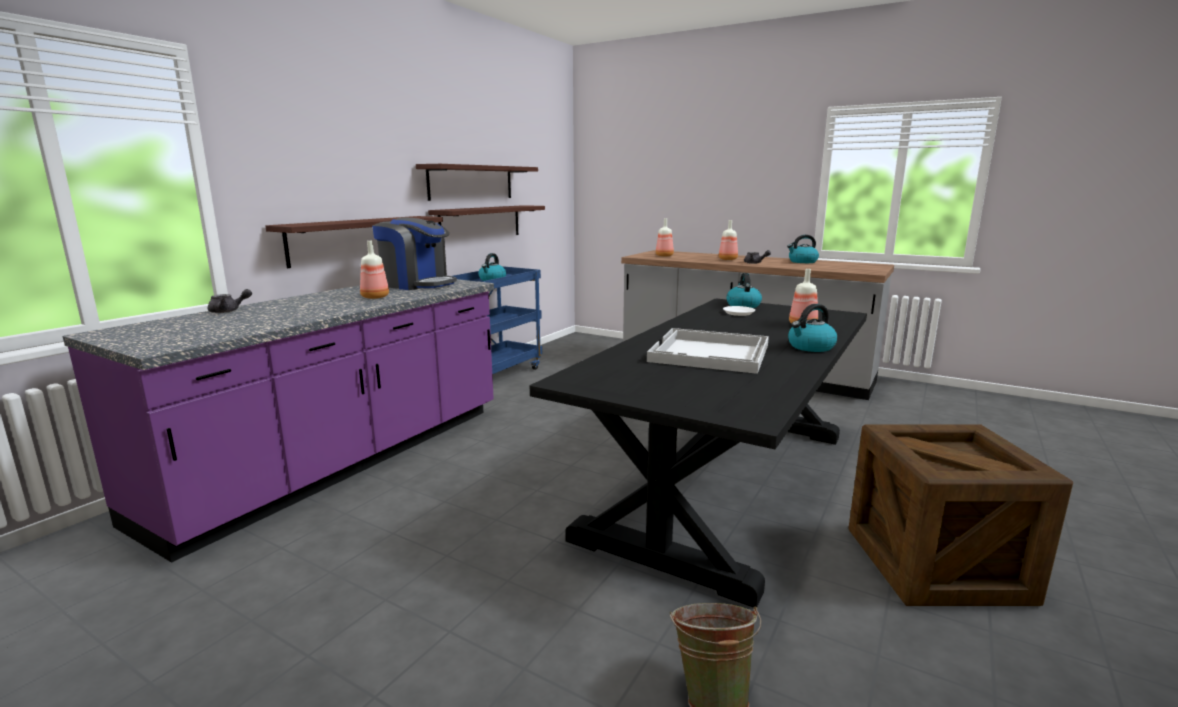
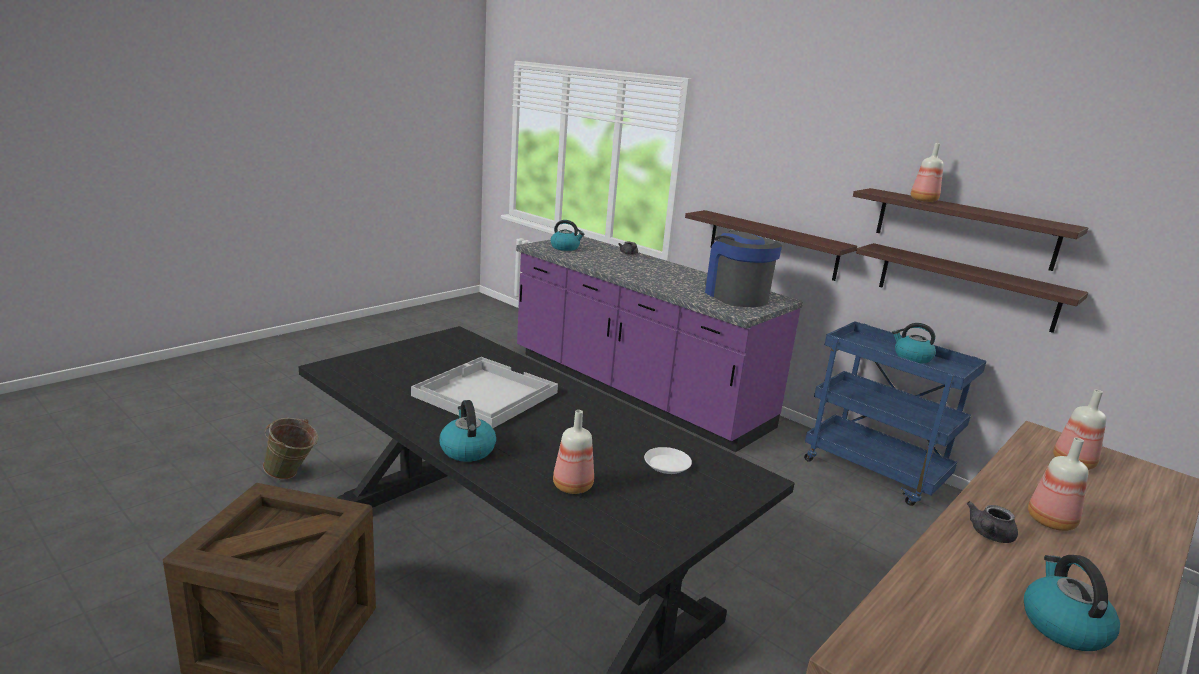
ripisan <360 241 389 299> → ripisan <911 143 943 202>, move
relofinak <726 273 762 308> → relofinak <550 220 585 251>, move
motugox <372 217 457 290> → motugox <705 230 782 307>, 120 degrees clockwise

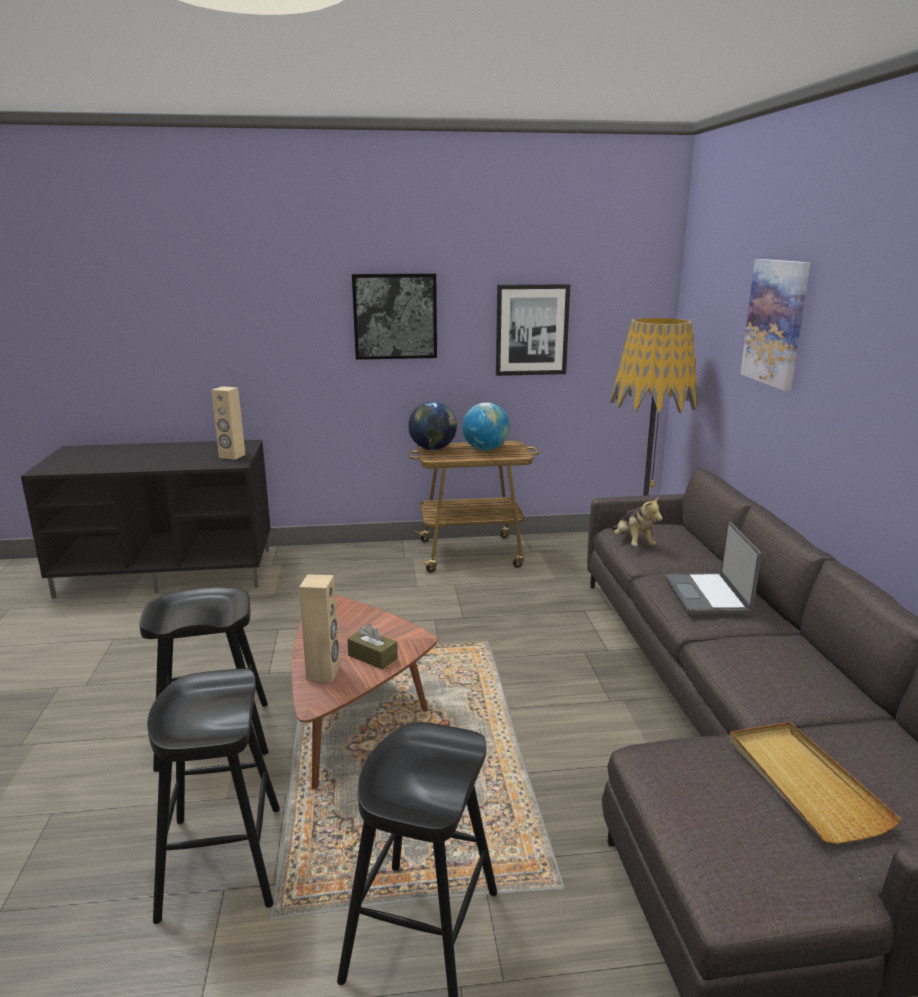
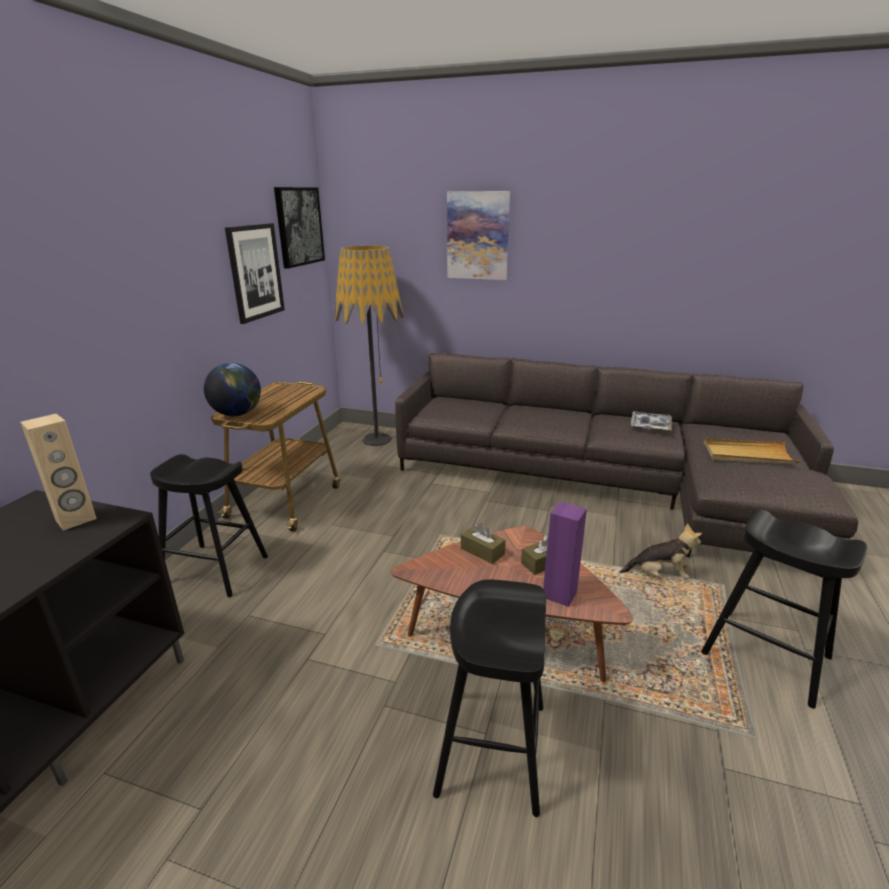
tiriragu <462 402 510 451> → -
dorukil <665 522 762 615> → -
- → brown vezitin <461 523 506 564>
- → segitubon <631 411 672 431>
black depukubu <147 669 280 924> → black depukubu <150 454 268 597>, move
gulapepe <352 274 437 360> → gulapepe <274 187 325 269>, move
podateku <612 496 663 546> → podateku <620 523 702 579>, move
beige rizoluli <299 574 340 682> → purple rizoluli <543 501 587 607>

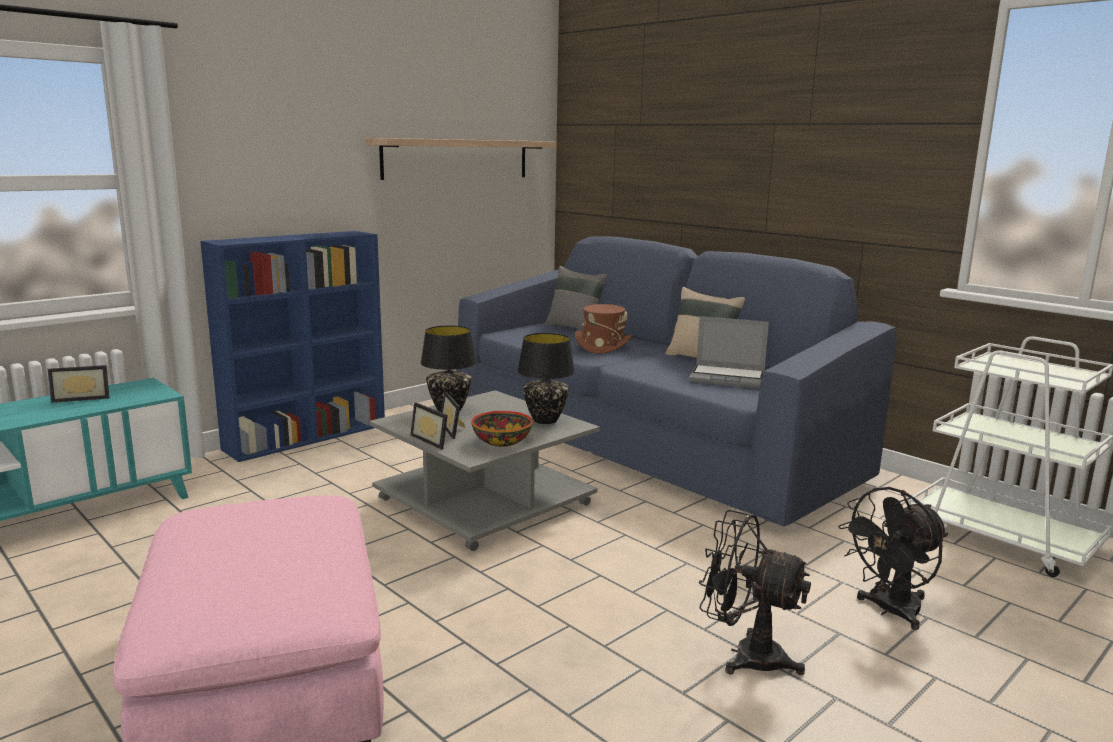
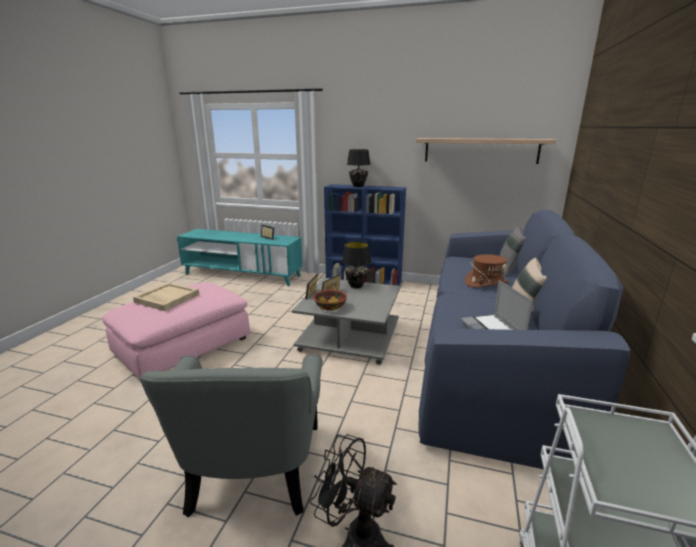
- → beige segitubon <133 283 199 311>
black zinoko <517 333 575 424> → black zinoko <347 149 371 187>, move
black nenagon <699 510 811 675> → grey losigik <140 354 323 518>

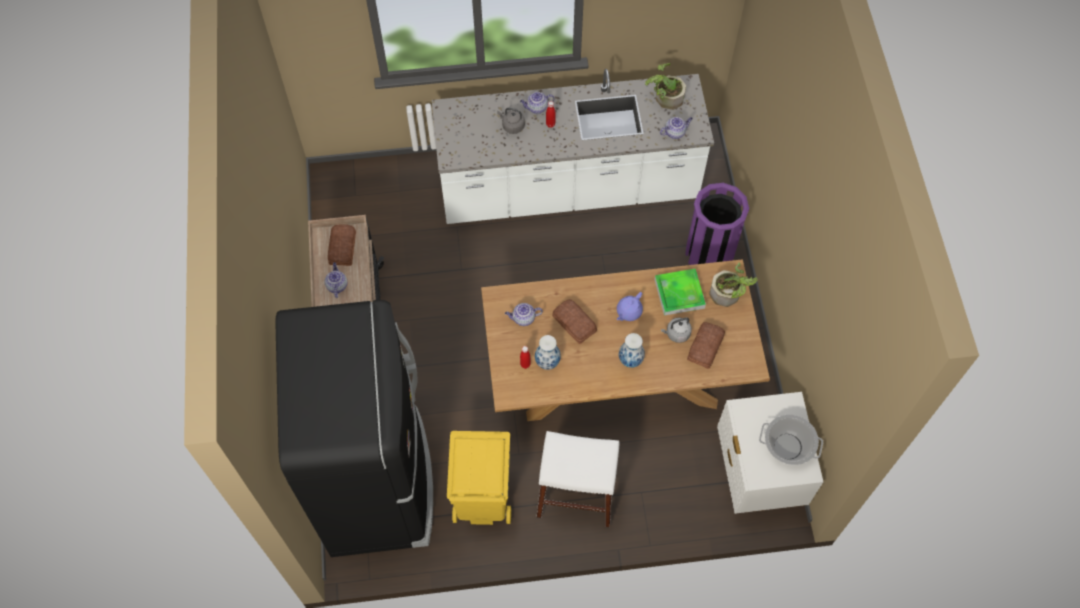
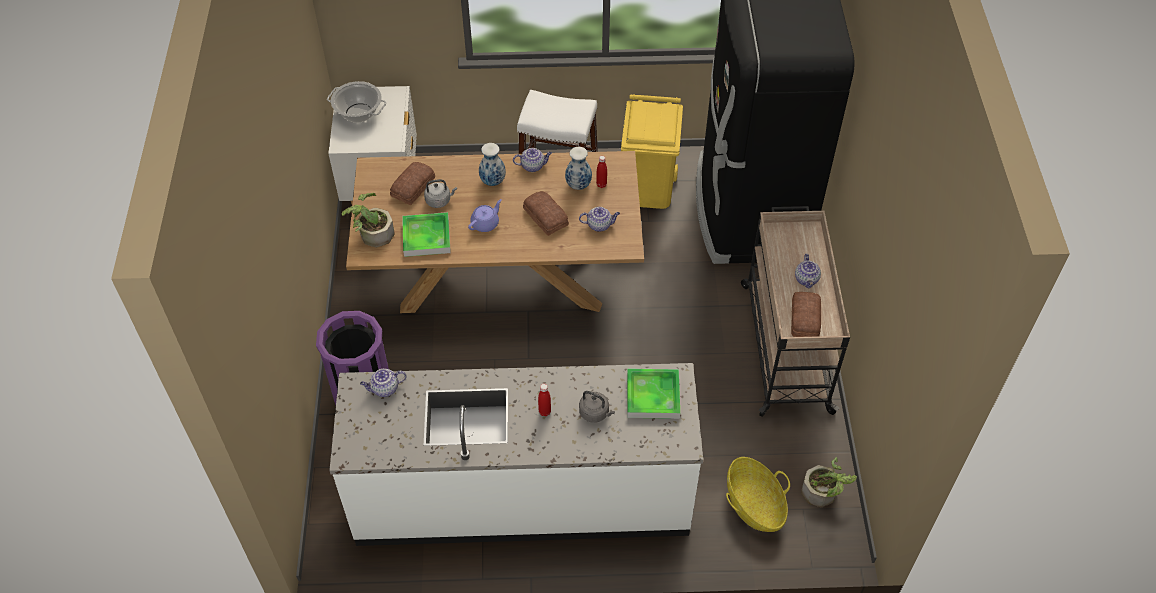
- → segitubon <627 368 680 419>
- → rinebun <726 457 790 532>
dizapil <520 92 555 114> → dizapil <513 148 552 172>, move
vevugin <645 63 686 110> → vevugin <801 457 857 507>, move

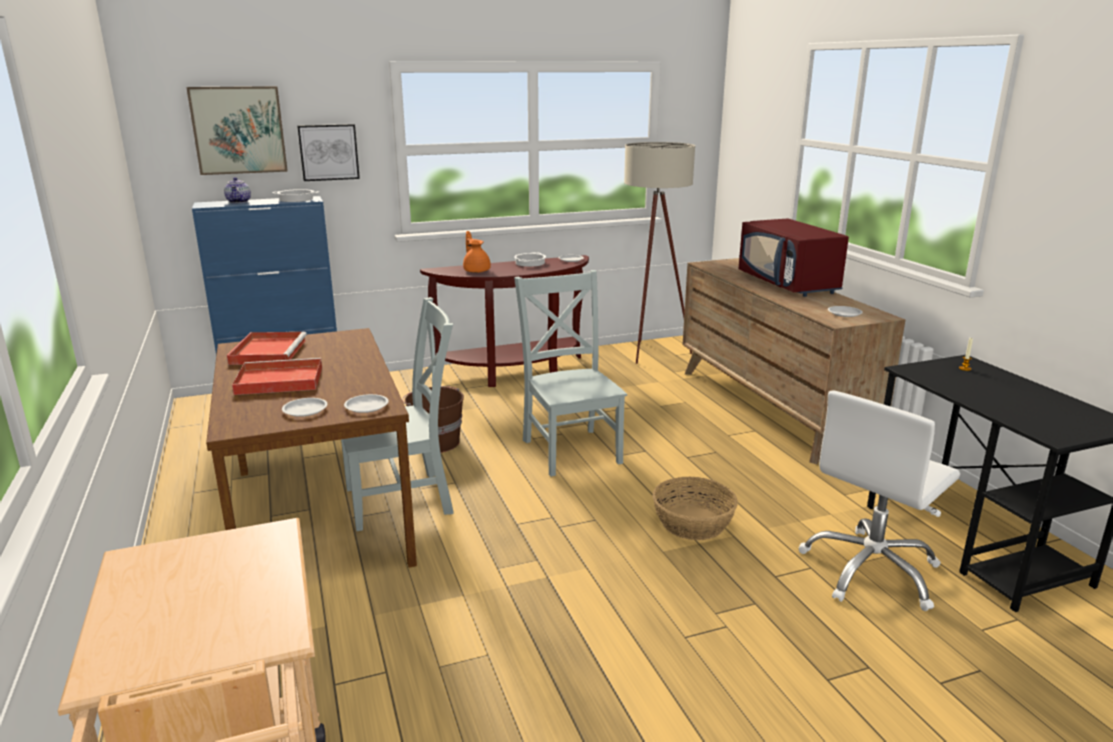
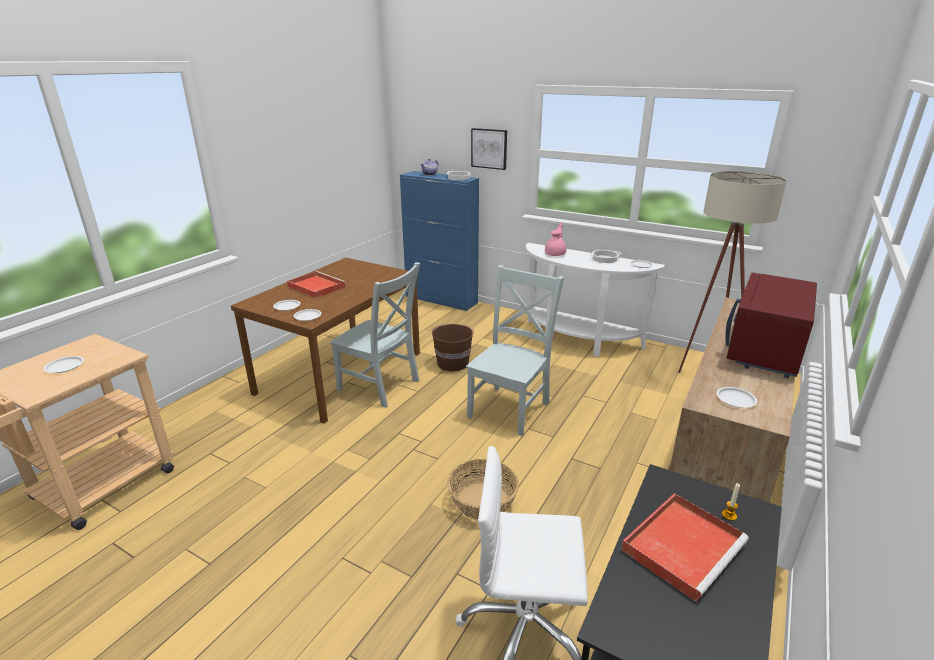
gulapepe <186 86 288 175> → -
- → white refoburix <44 356 84 373>
red segitubon <227 332 307 365> → red segitubon <621 493 749 602>, move
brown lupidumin <420 255 589 387> → white lupidumin <526 243 665 356>
orange dizapil <463 231 491 273> → pink dizapil <545 222 567 256>

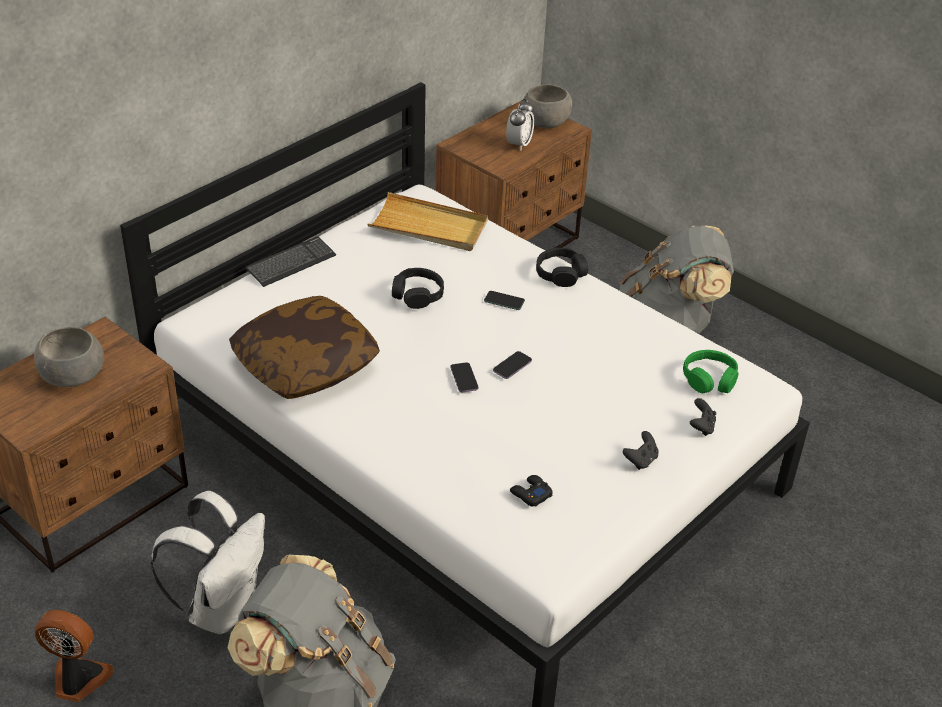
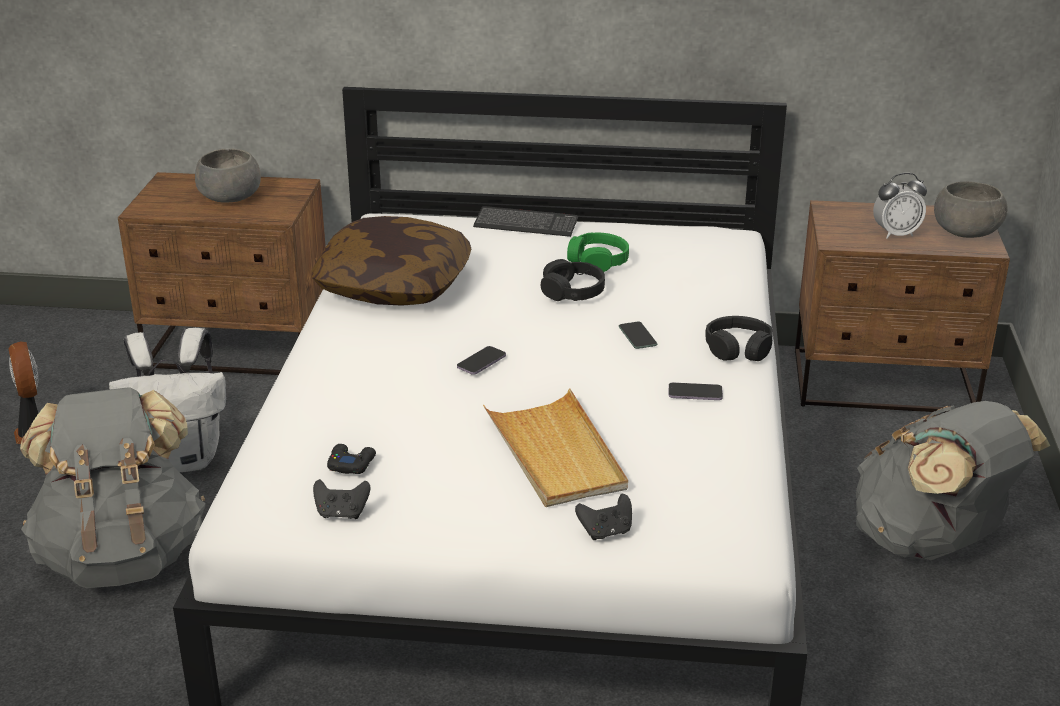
beige segitubon <367 192 488 251> → beige segitubon <483 388 628 507>, move
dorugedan <493 351 532 379> → dorugedan <669 383 723 400>, move
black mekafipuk <623 431 659 470> → black mekafipuk <313 479 370 519>, move
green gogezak <683 350 738 393> → green gogezak <567 233 629 272>, move

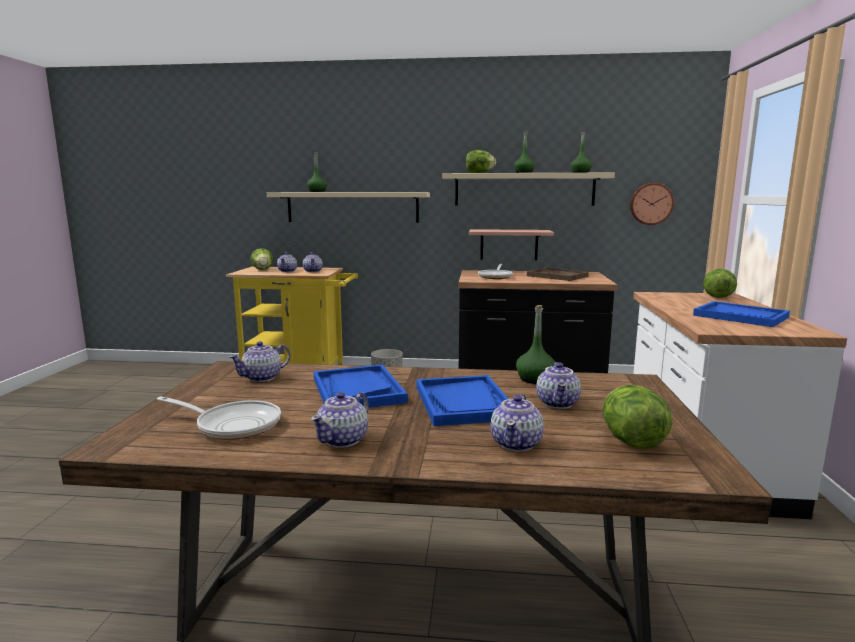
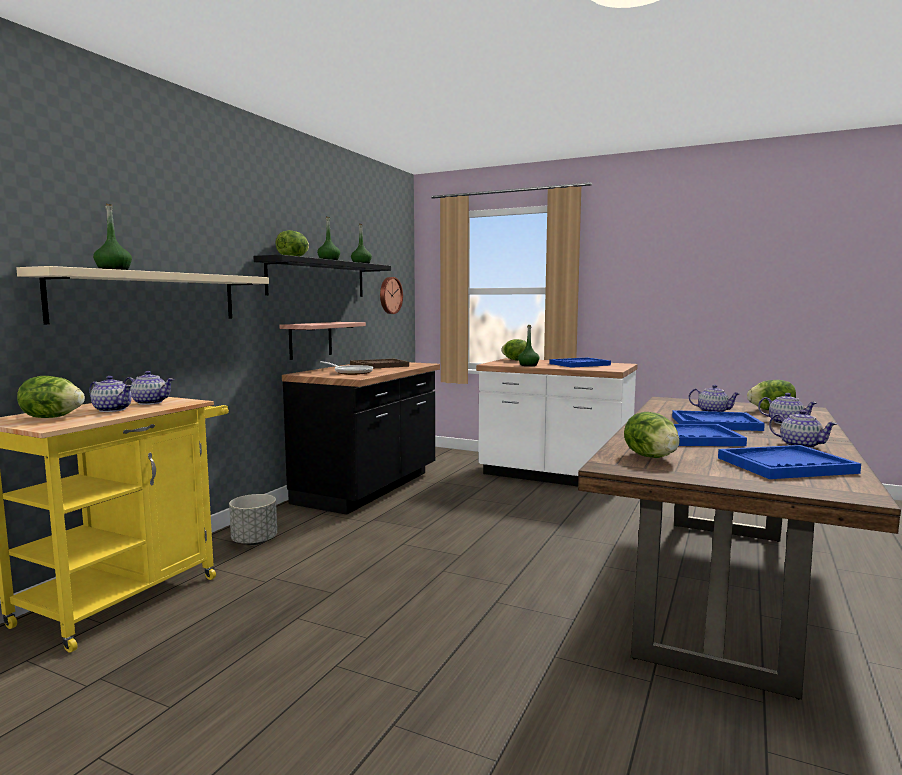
green ripisan <516 305 555 384> → green ripisan <518 325 539 366>, move
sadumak <157 396 281 440> → blue segitubon <718 445 861 479>
dizapil <229 341 290 382> → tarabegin <624 412 680 458>
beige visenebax <442 173 615 206> → black visenebax <254 255 391 297>

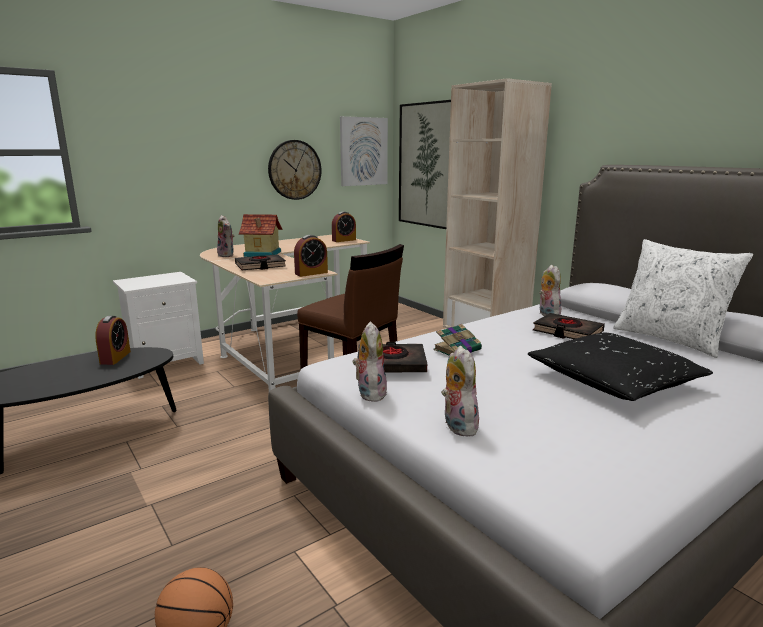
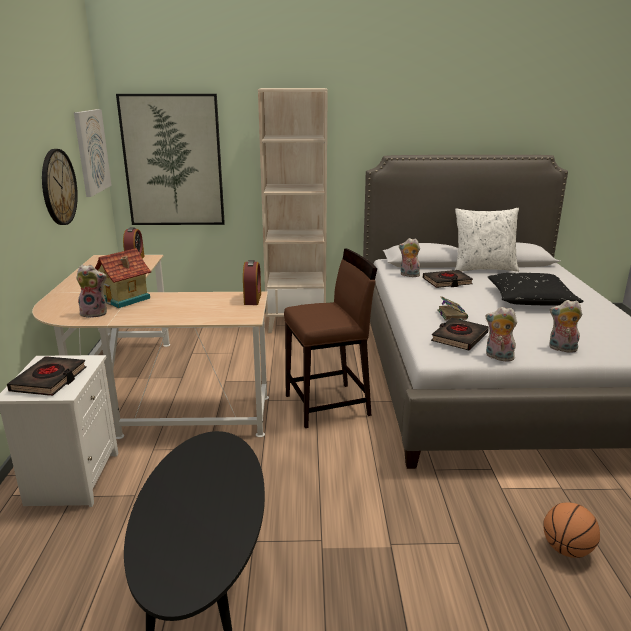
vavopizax <95 316 131 365> → -
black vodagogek <235 254 286 270> → black vodagogek <7 356 87 396>, move

